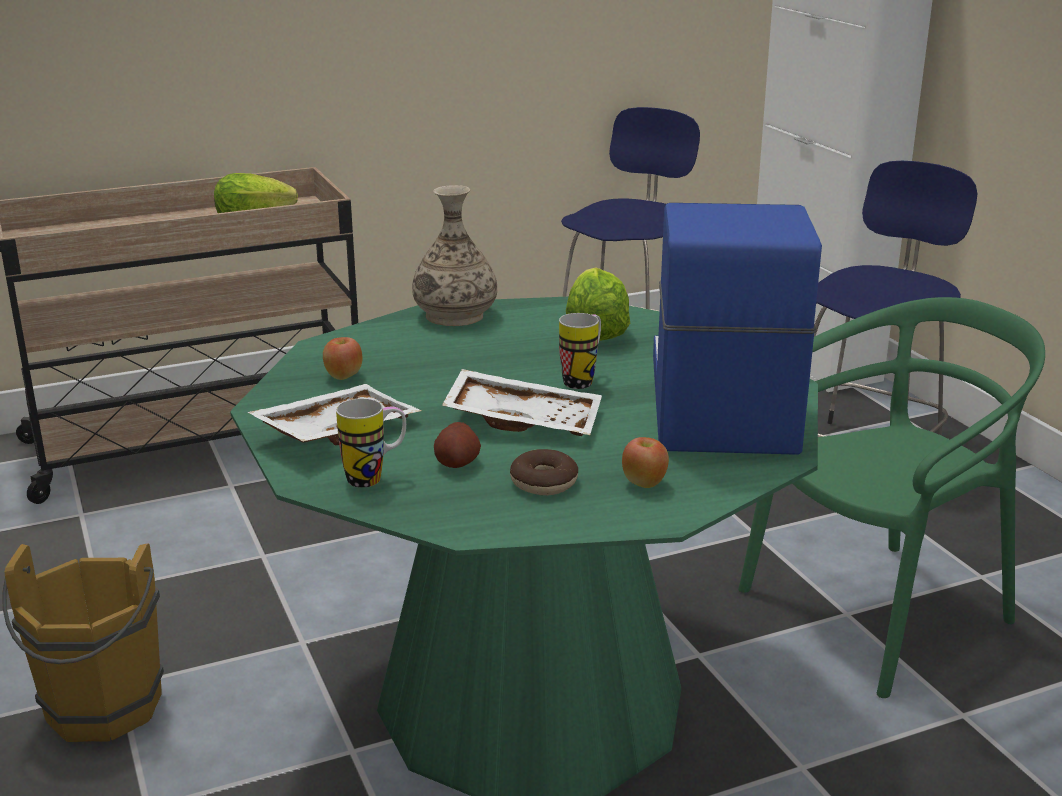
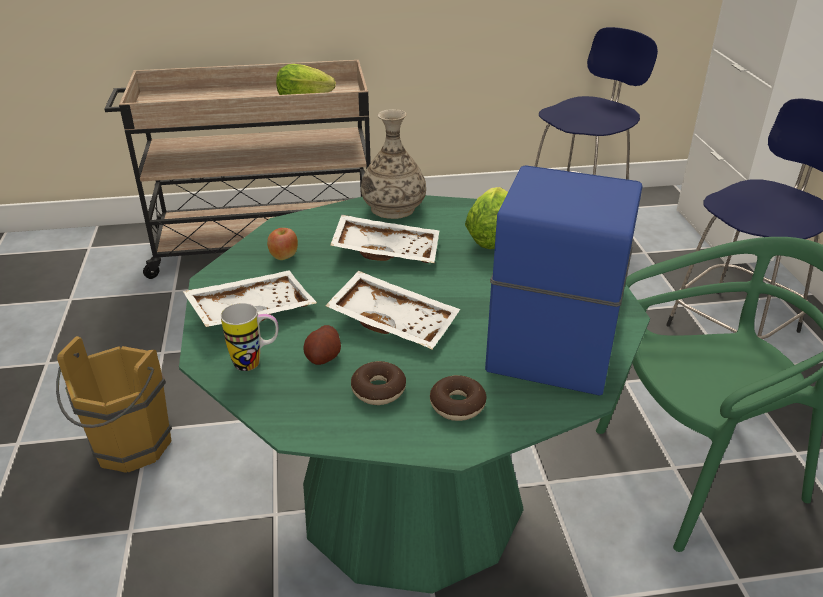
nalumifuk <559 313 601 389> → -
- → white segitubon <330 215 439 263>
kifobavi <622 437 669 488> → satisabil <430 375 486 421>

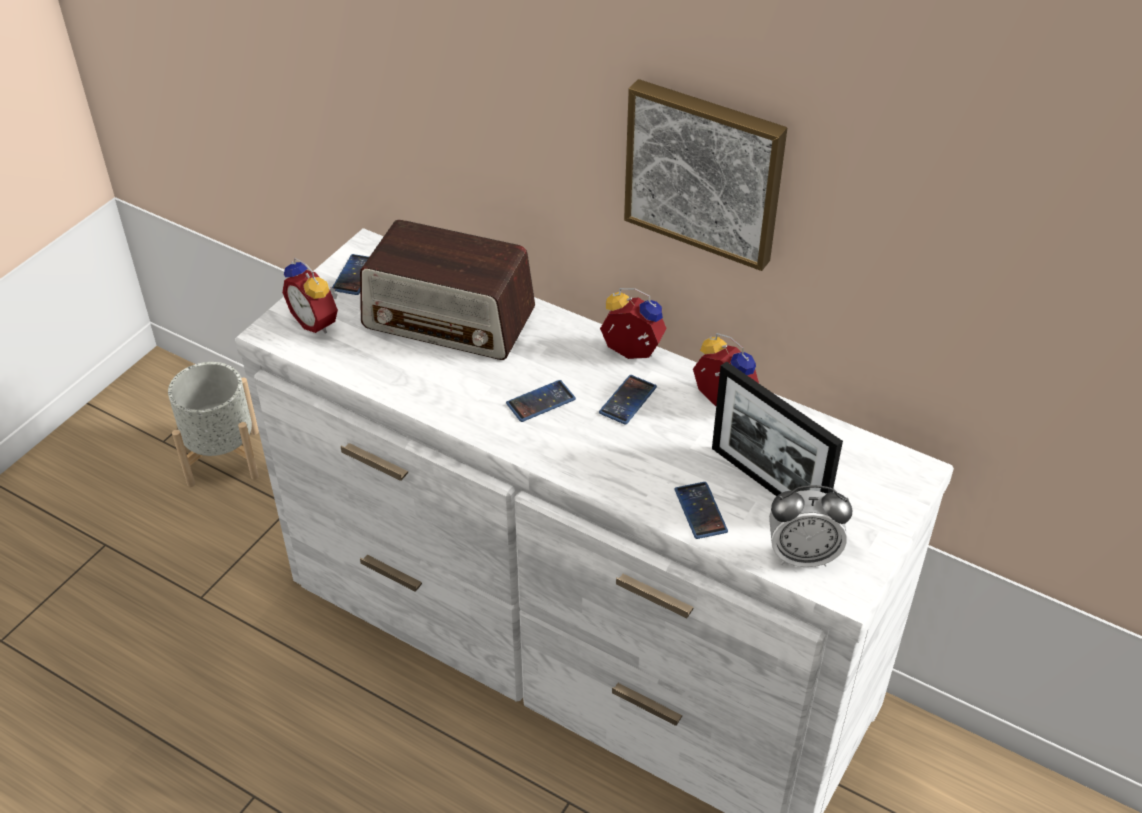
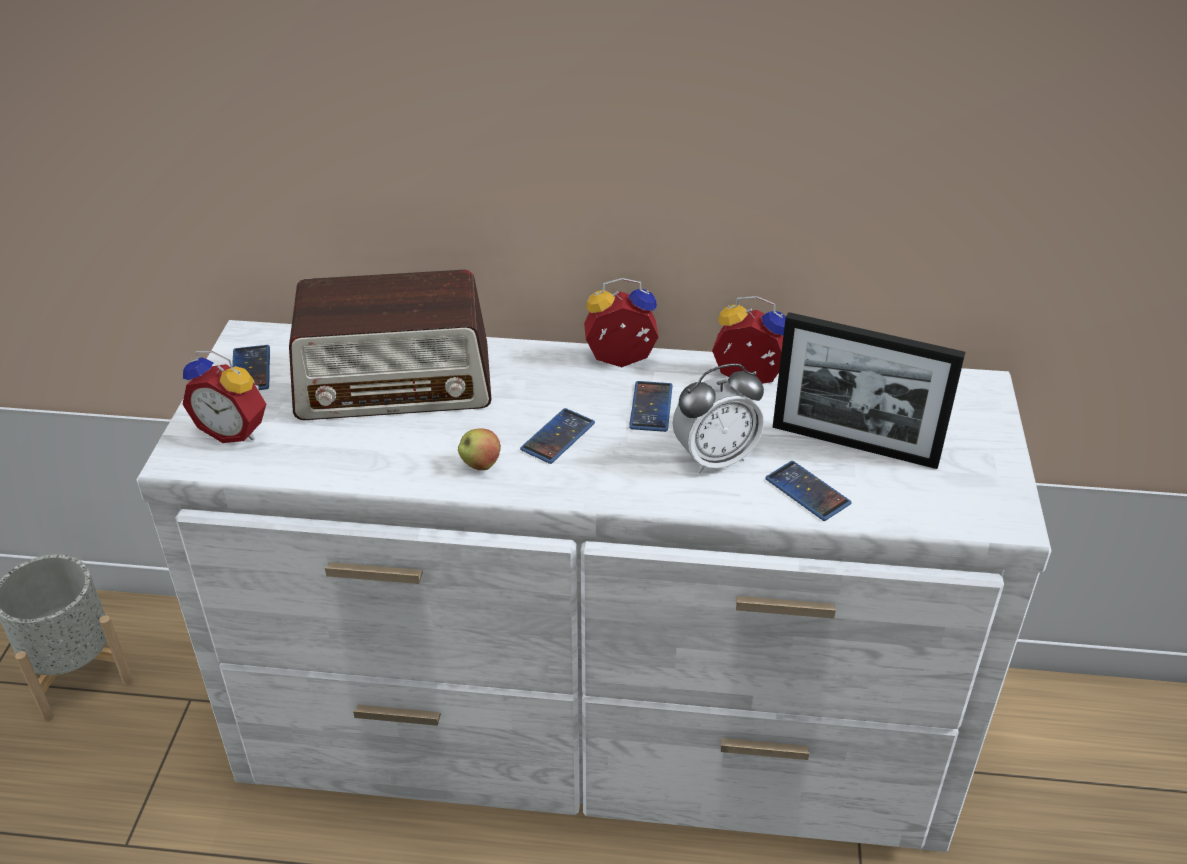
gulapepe <624 79 787 271> → -
- → kifobavi <458 428 501 470>
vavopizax <769 485 852 567> → vavopizax <672 363 764 474>, move

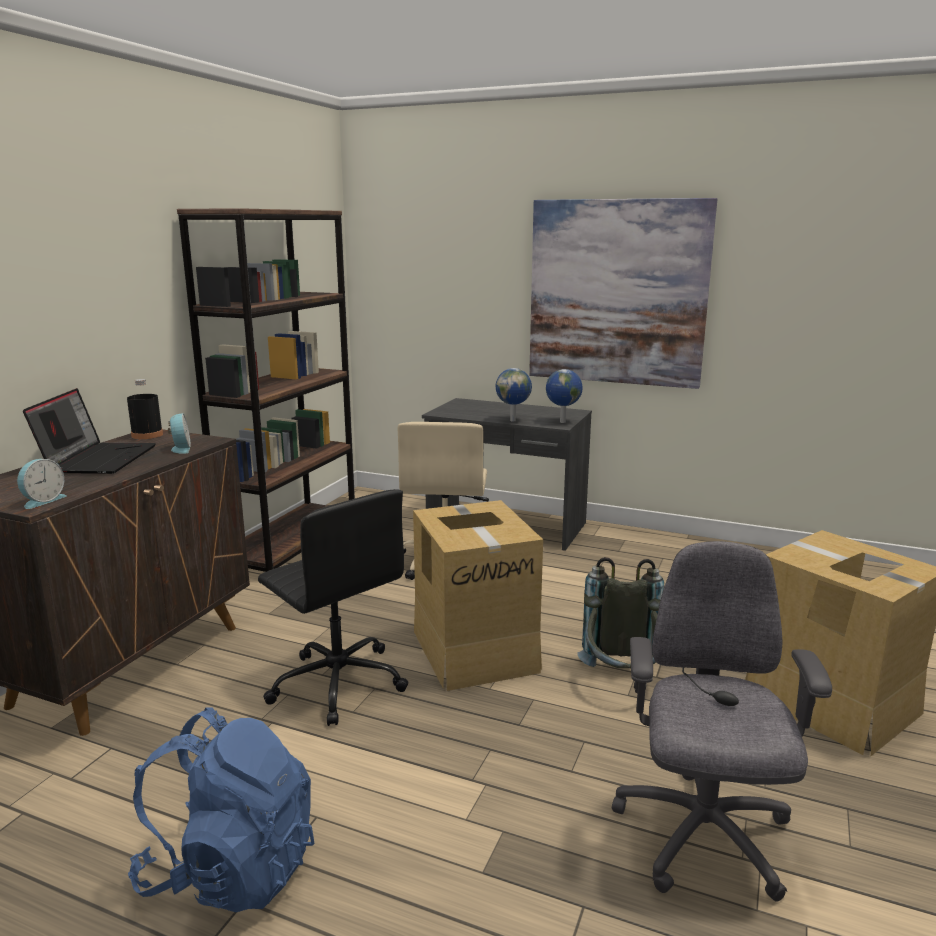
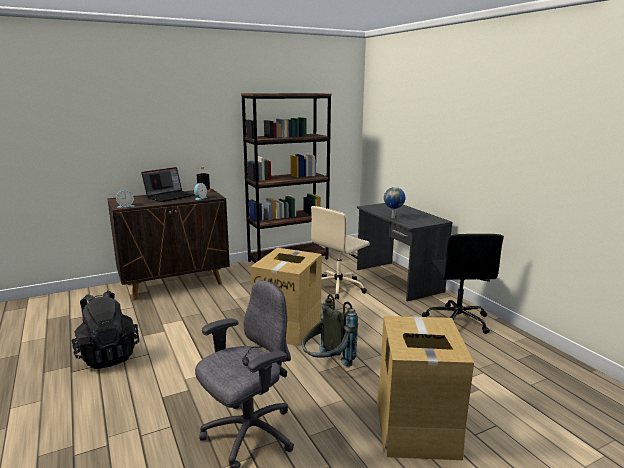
gulapepe <529 198 717 389> → -
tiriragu <546 369 583 423> → -
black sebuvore <258 489 409 726> → black sebuvore <422 234 504 334>, move
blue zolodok <128 707 315 912> → black zolodok <71 290 139 369>

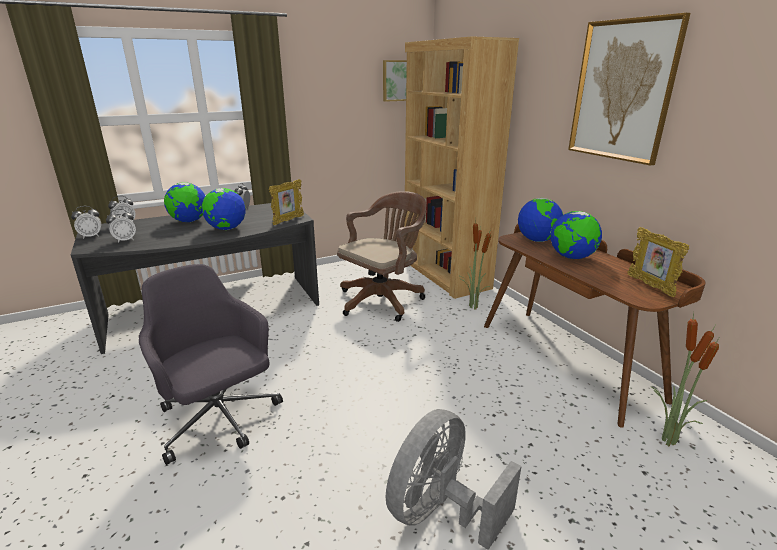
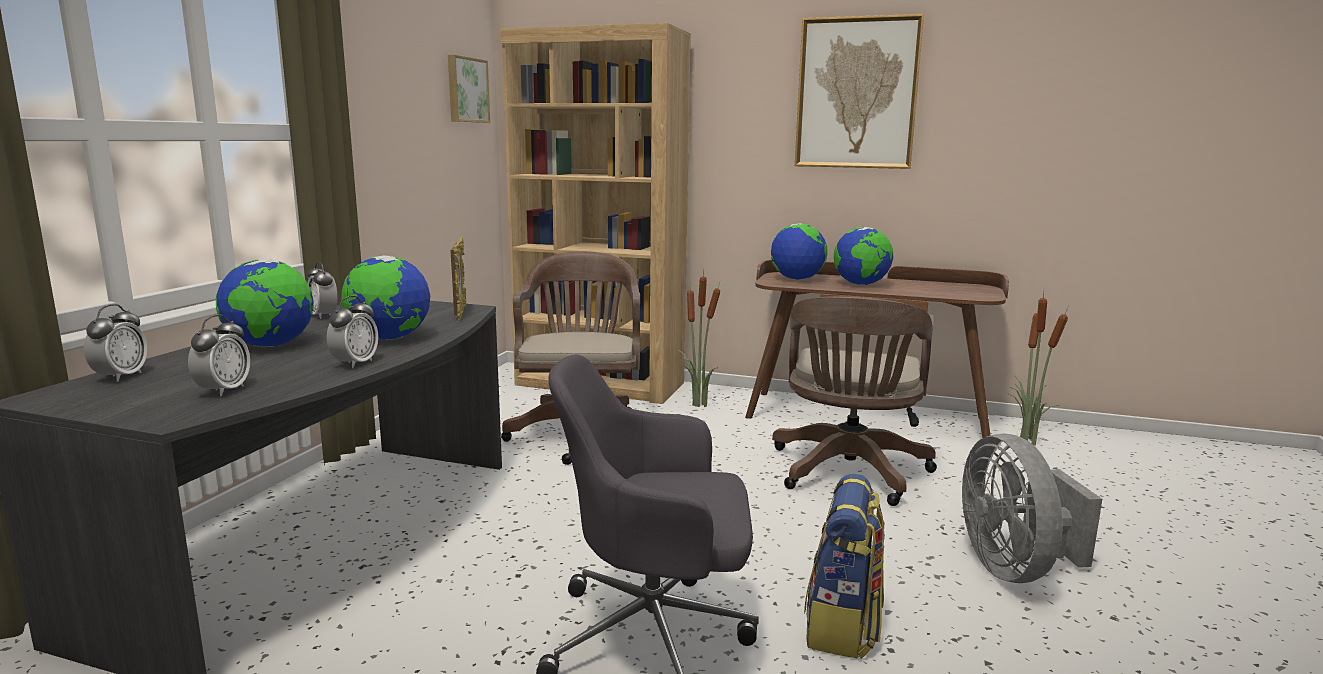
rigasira <628 227 689 297> → -
- → brown sebuvore <772 296 937 506>
- → zolodok <804 474 885 659>
vavopizax <71 206 101 239> → vavopizax <327 296 378 368>, move

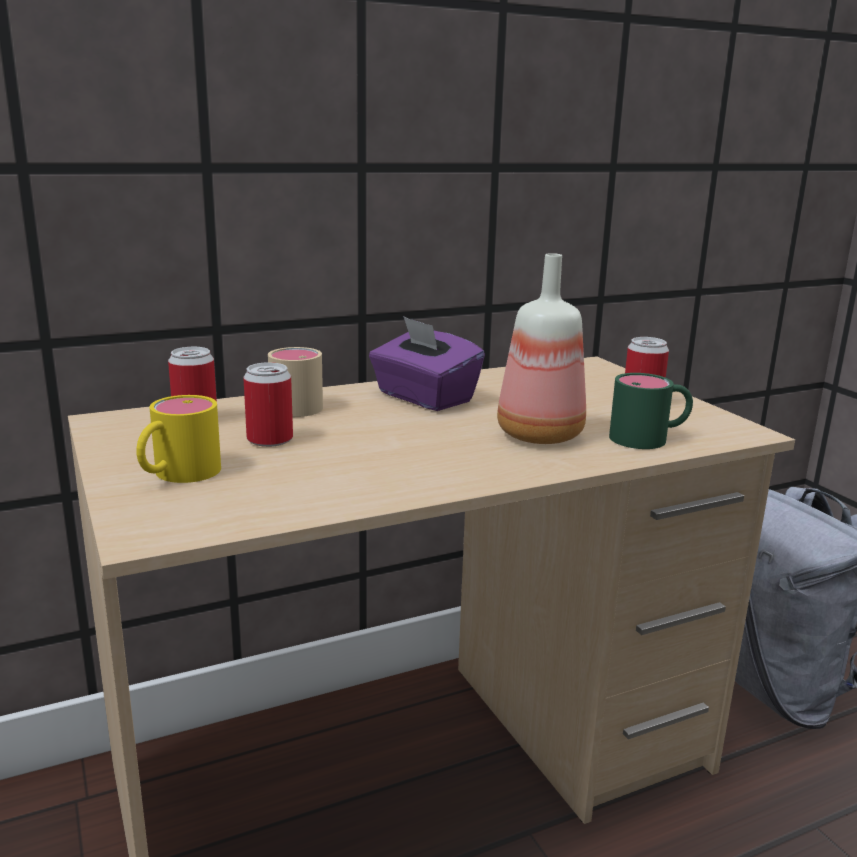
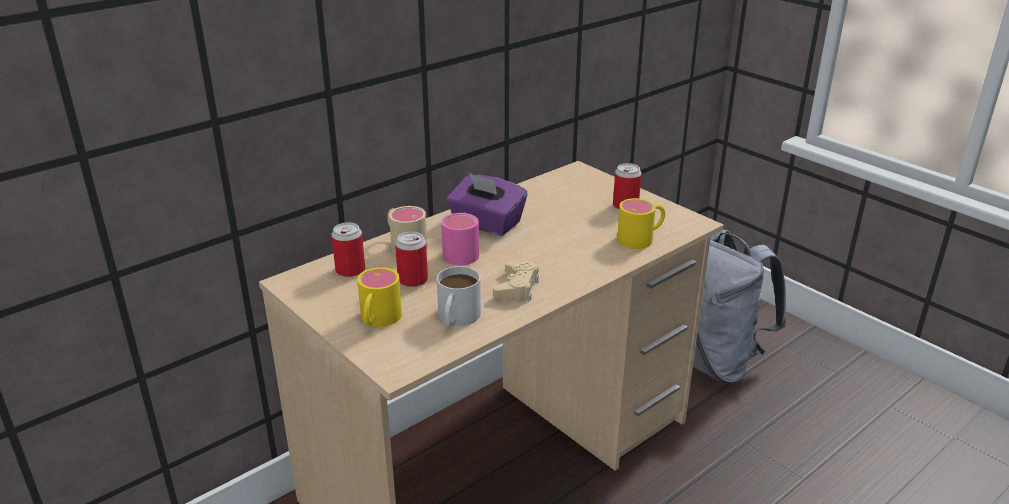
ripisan <497 253 586 444> → -
- → white nalumifuk <437 266 481 326>
- → pink nalumifuk <441 212 479 265>
- → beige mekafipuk <493 261 539 302>
green nalumifuk <609 373 693 449> → yellow nalumifuk <617 198 665 249>

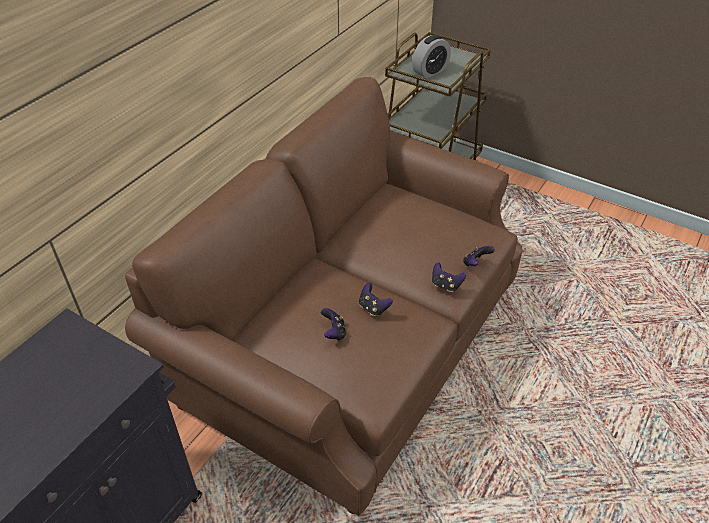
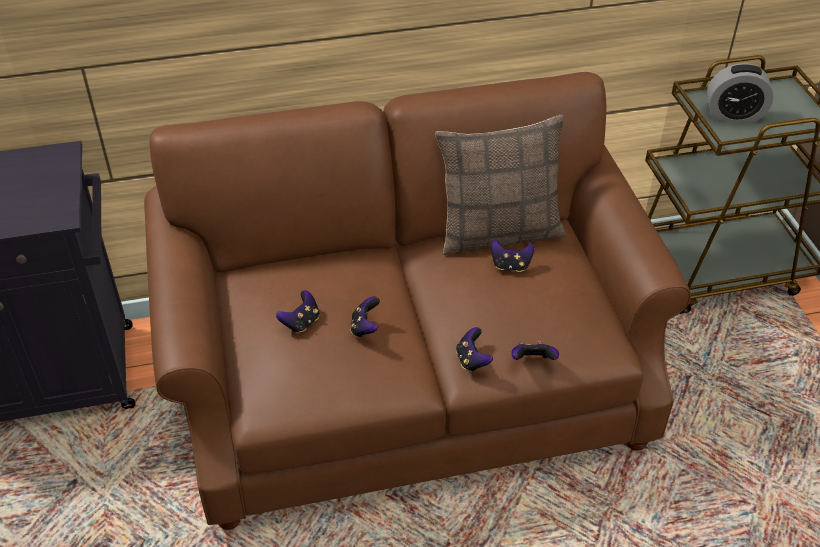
- → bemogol <435 115 566 255>
- → mekafipuk <491 240 534 272>

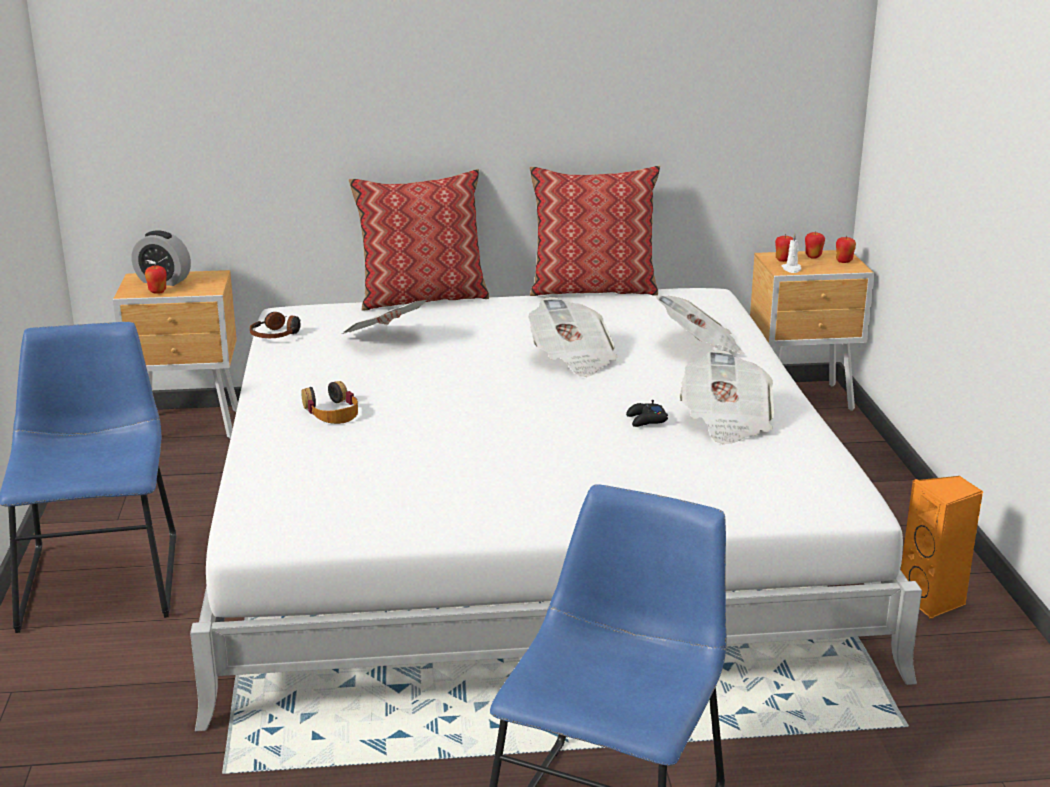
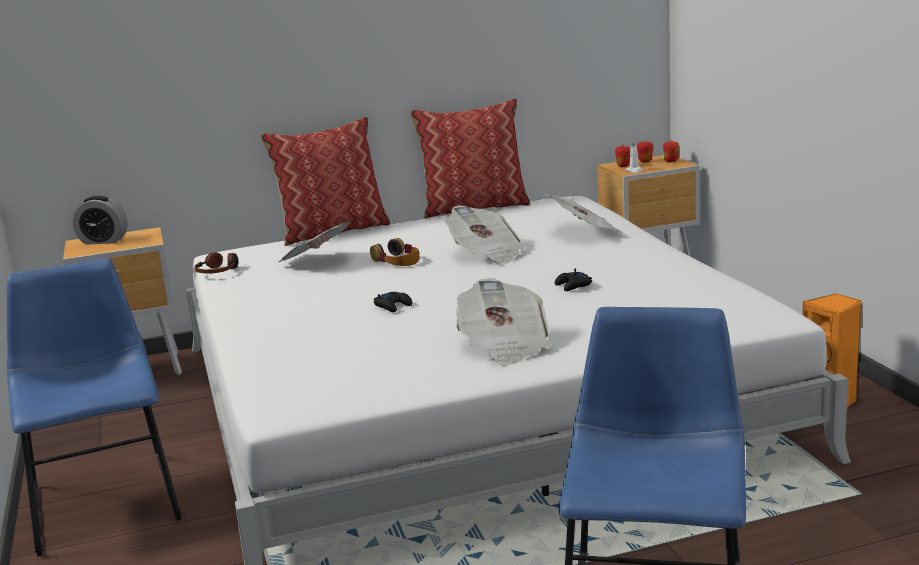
kifobavi <145 265 166 294> → -
- → black mekafipuk <374 292 413 312>
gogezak <301 381 358 424> → gogezak <370 238 419 266>, move
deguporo <679 350 774 444> → deguporo <456 278 551 366>, move

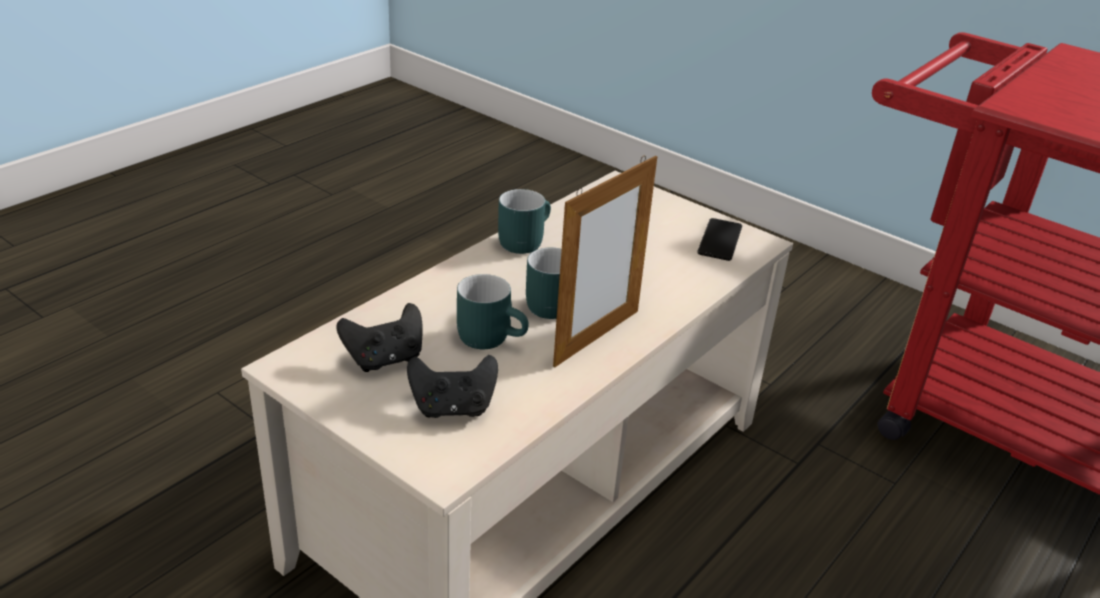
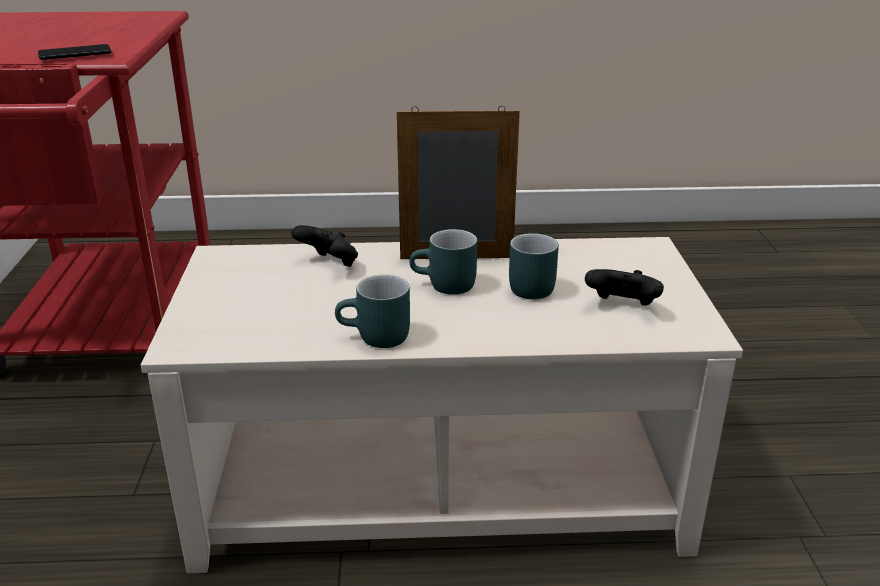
black mekafipuk <407 355 498 418> → black mekafipuk <291 225 358 267>, move
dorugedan <697 218 742 261> → dorugedan <38 44 112 60>, move

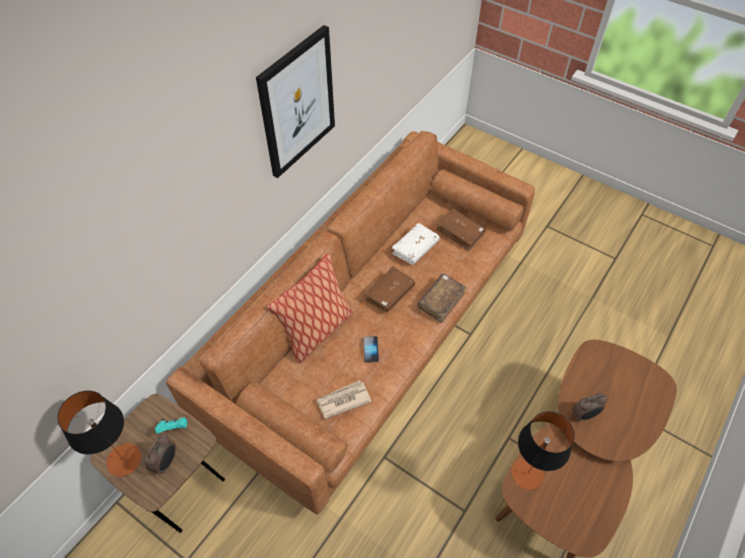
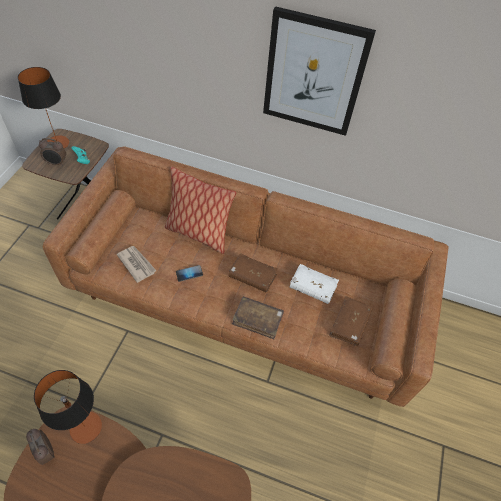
vavopizax <572 393 607 422> → vavopizax <26 429 54 465>, move

